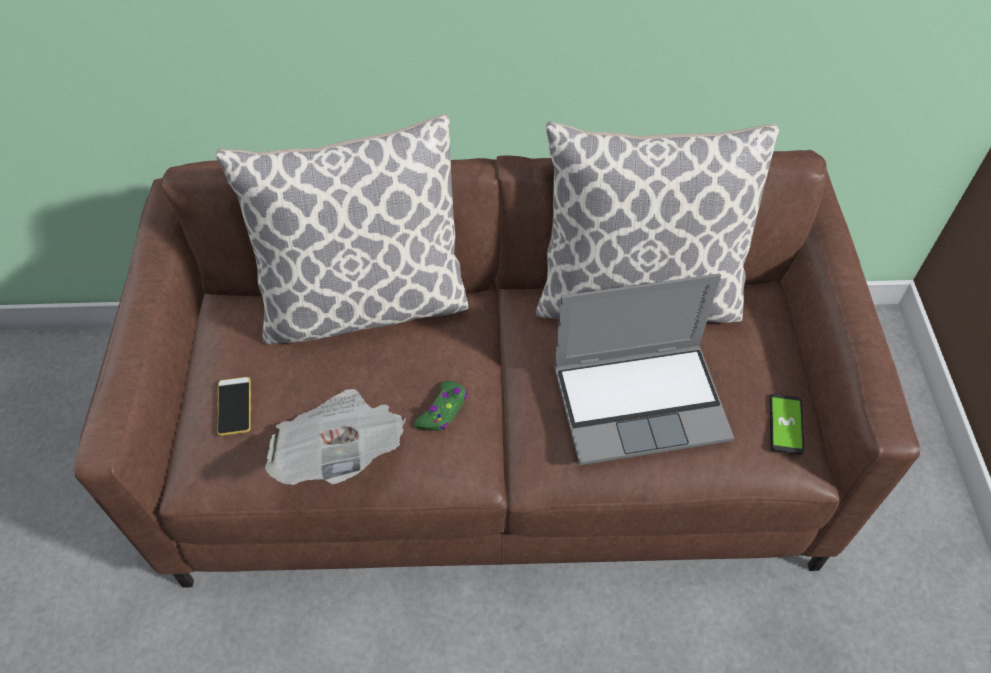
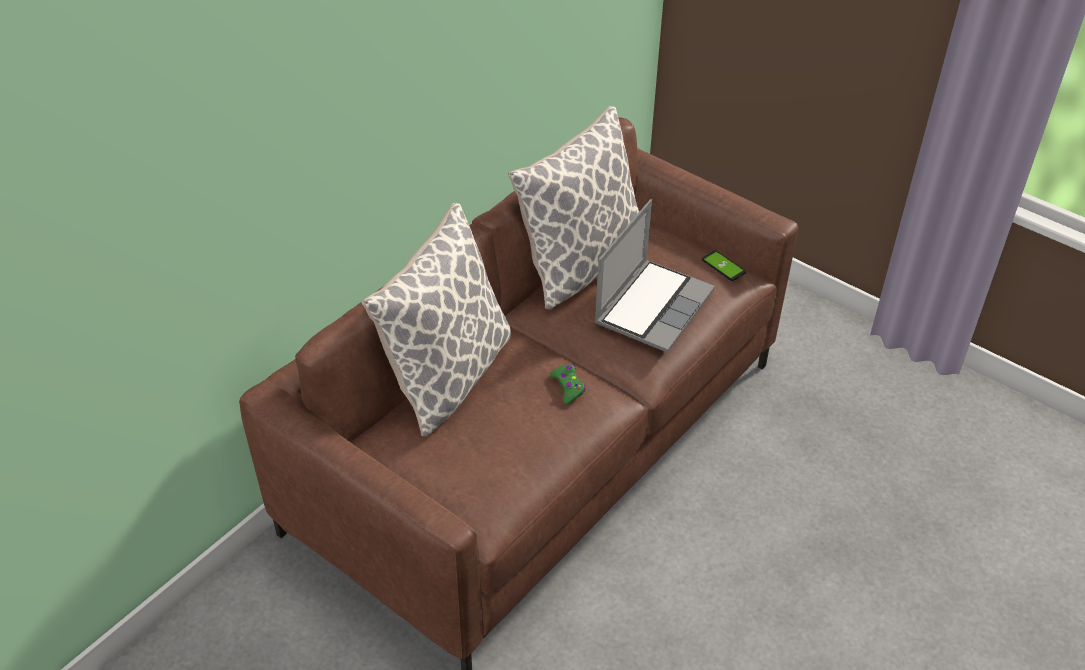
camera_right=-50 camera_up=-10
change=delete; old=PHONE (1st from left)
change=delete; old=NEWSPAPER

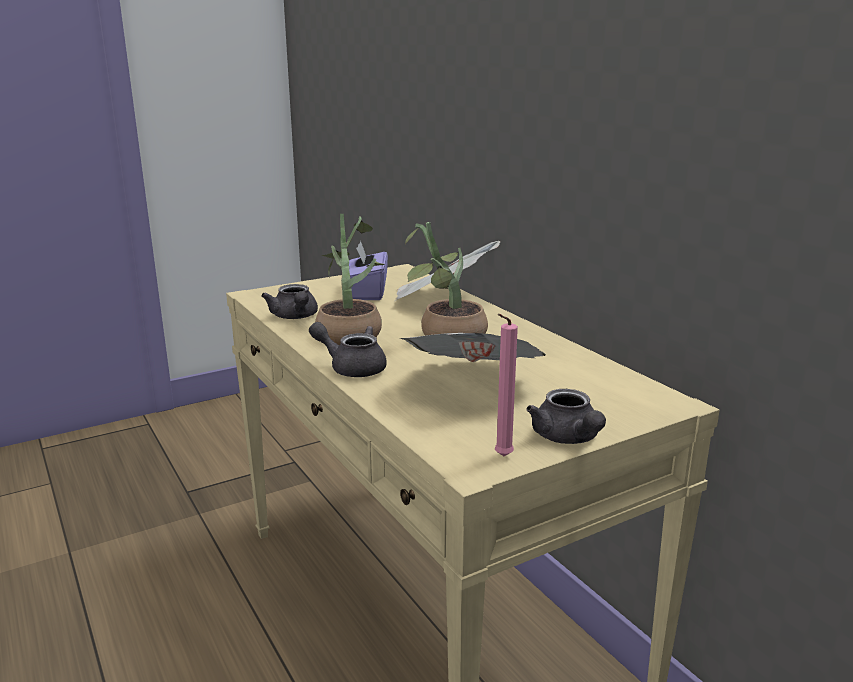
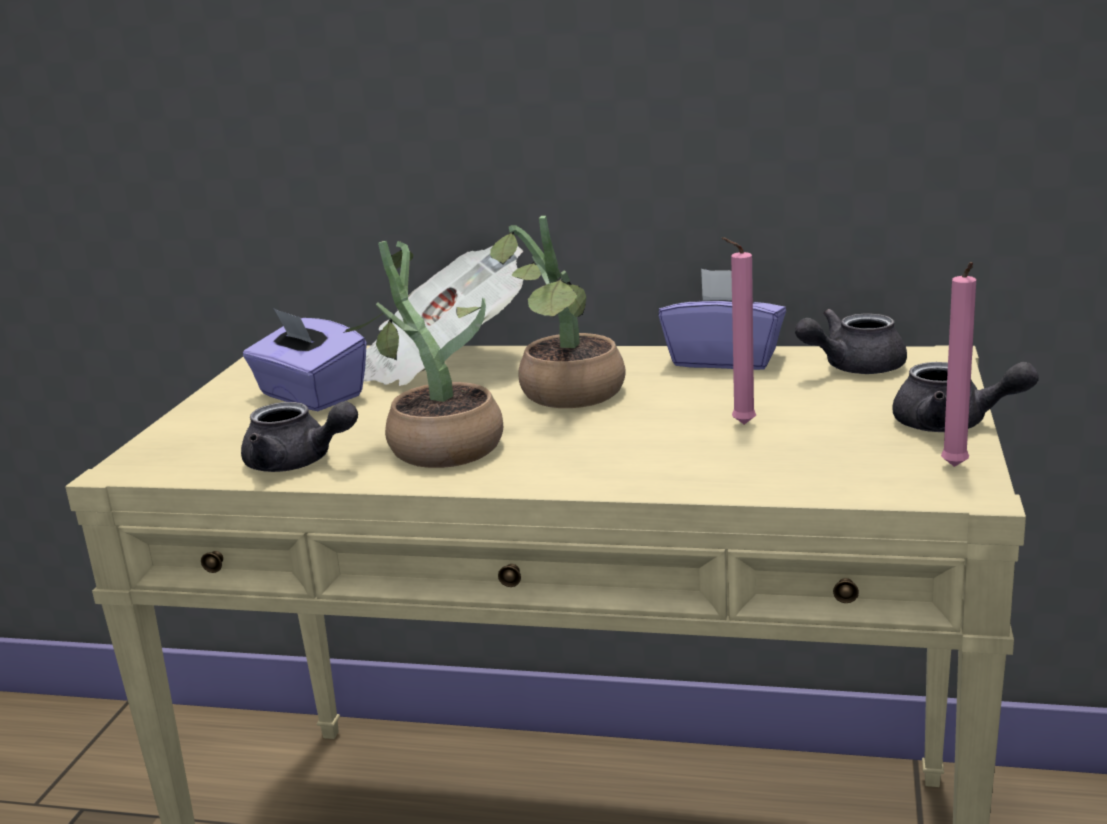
camera_right=-45 camera_up=0
change=move; old=GREY TEAPOT (2nd from left)
change=replace; old=NEWSPAPER (2nd from left); new=PINK CANDLE (1st from left)
change=insert; new=PURPLE TISSUE BOX (2nd from left)

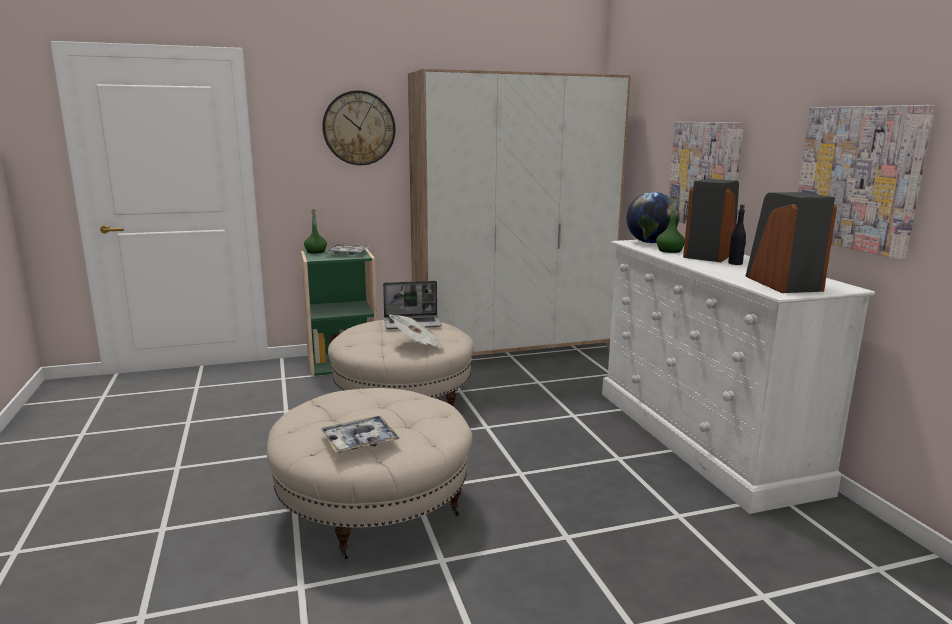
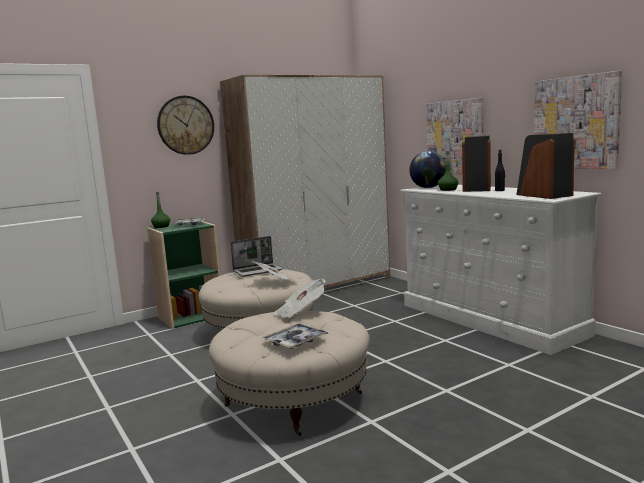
camera_right=-15 camera_up=-5
change=insert; new=NEWSPAPER (2nd from left)

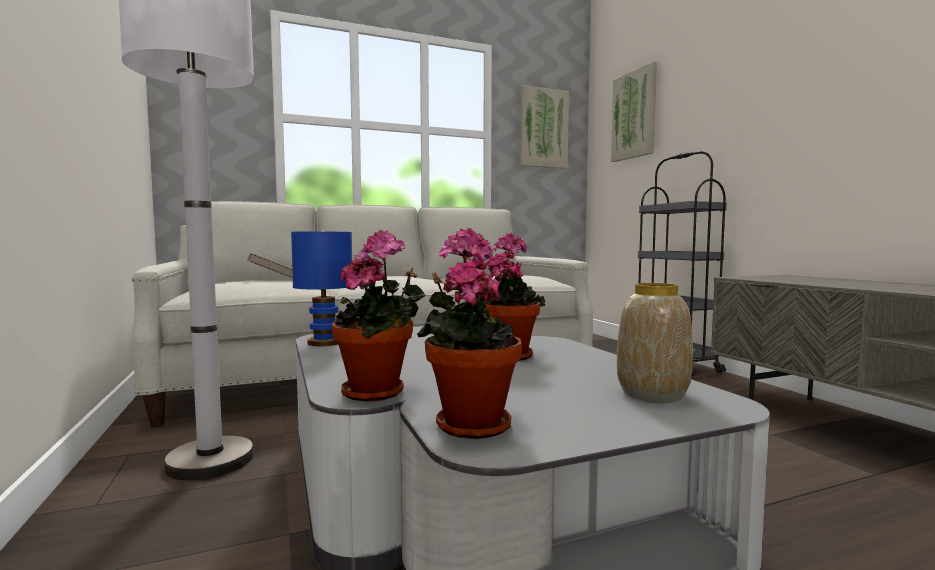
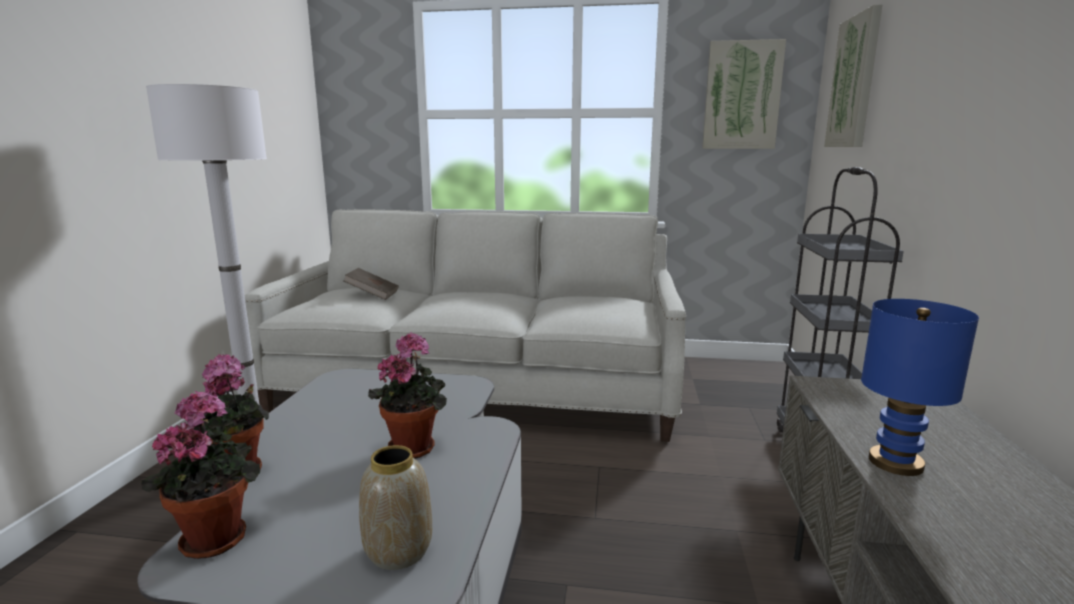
camera_right=30 camera_up=10
change=move; old=BLUE TABLE LAMP

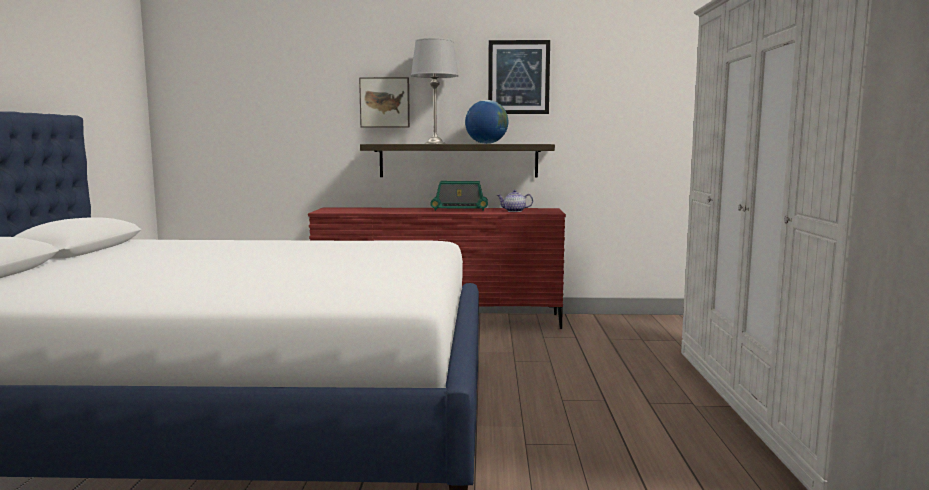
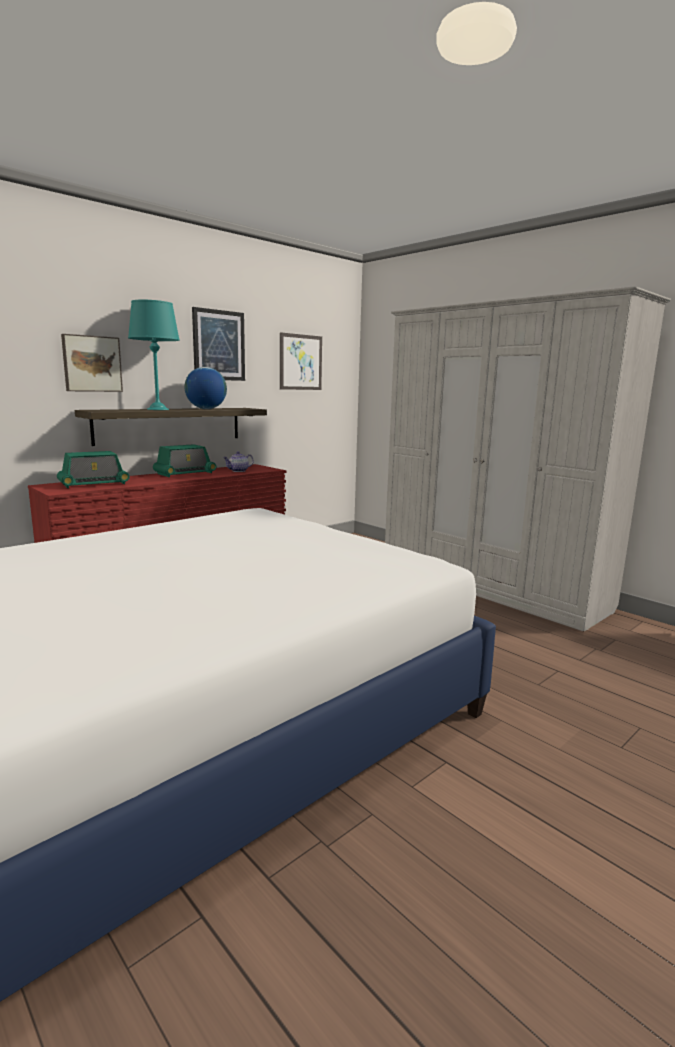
camera_right=-45 camera_up=5
change=recolor; old=GREY TABLE LAMP; new=TURQUOISE TABLE LAMP
change=insert; new=RADIO (1st from left)
change=insert; new=PICTURE (3rd from left)

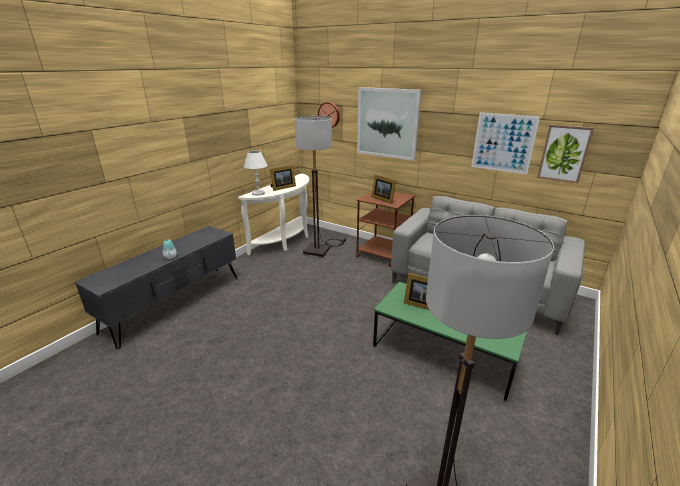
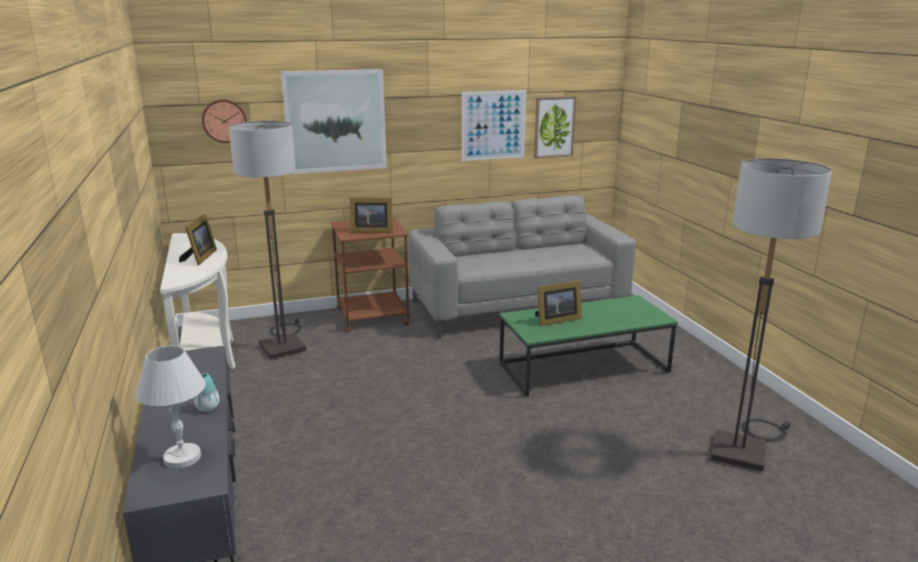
camera_right=-50 camera_up=-5
change=move; old=WHITE TABLE LAMP

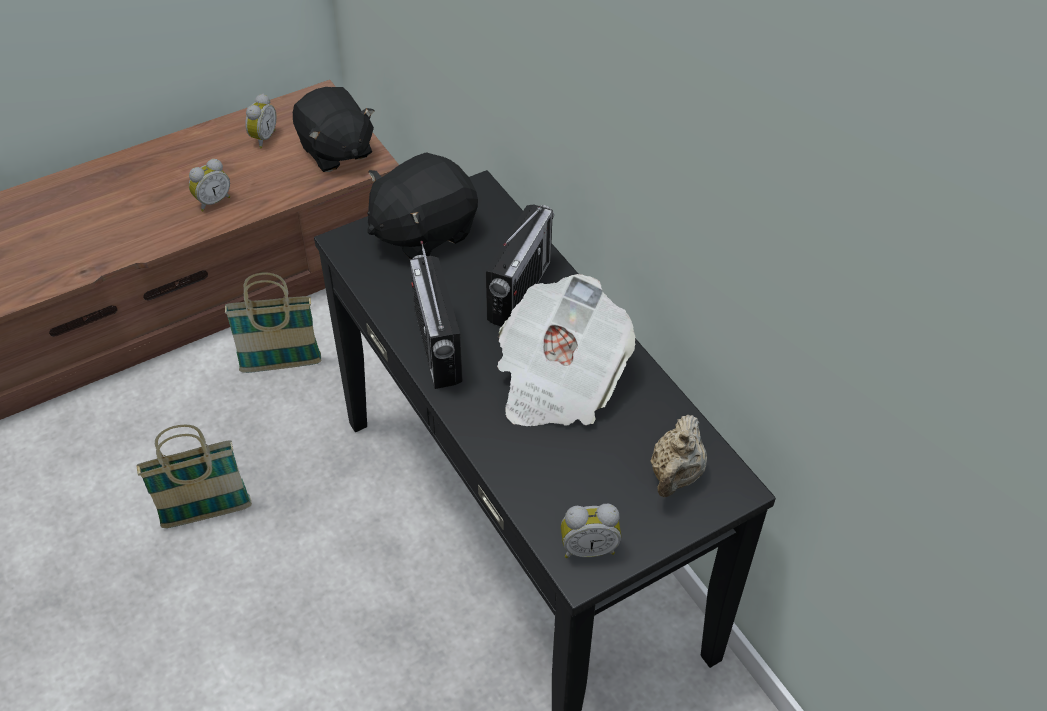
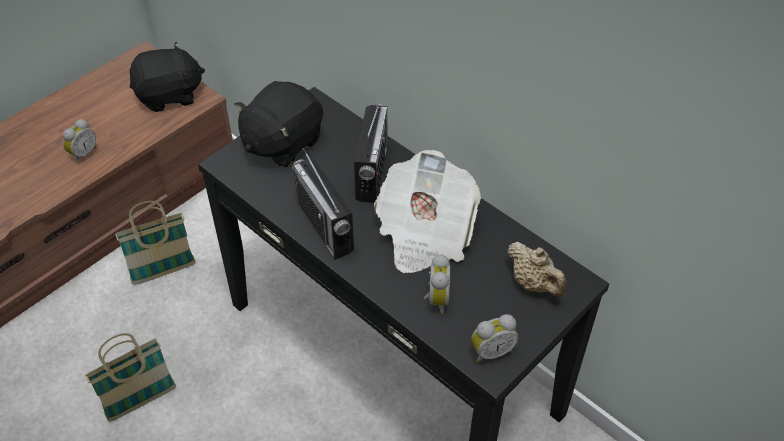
camera_right=-15 camera_up=0
change=move; old=ALARM CLOCK (2nd from left)
change=rotate; old=BLACK PLUSH TOY (1st from left); degrees=-60
change=rotate; old=BEIGE TEAPOT; degrees=-45

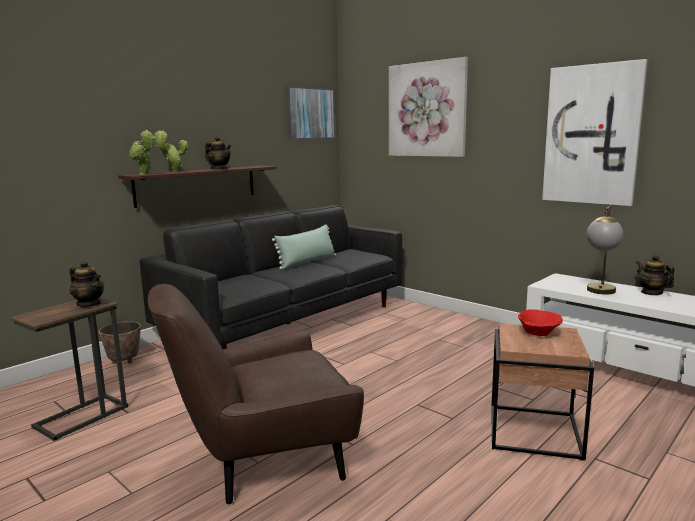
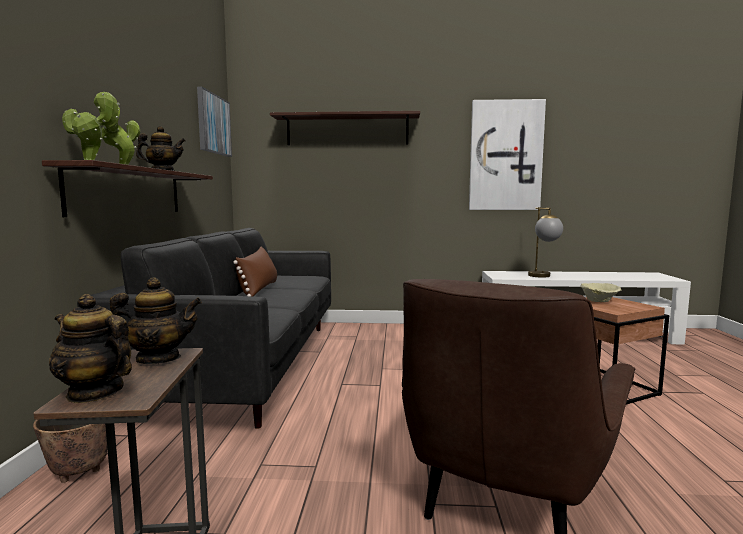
camera_right=-40 camera_up=-5
change=recolor; old=GREEN PILLOW; new=BROWN PILLOW
change=replace; old=PICTURE (2nd from left); new=SHELF (2nd from left)
change=recolor; old=RED BOWL; new=BEIGE BOWL
change=move; old=TEAPOT (3rd from left in the first image); new=TEAPOT (1st from left)

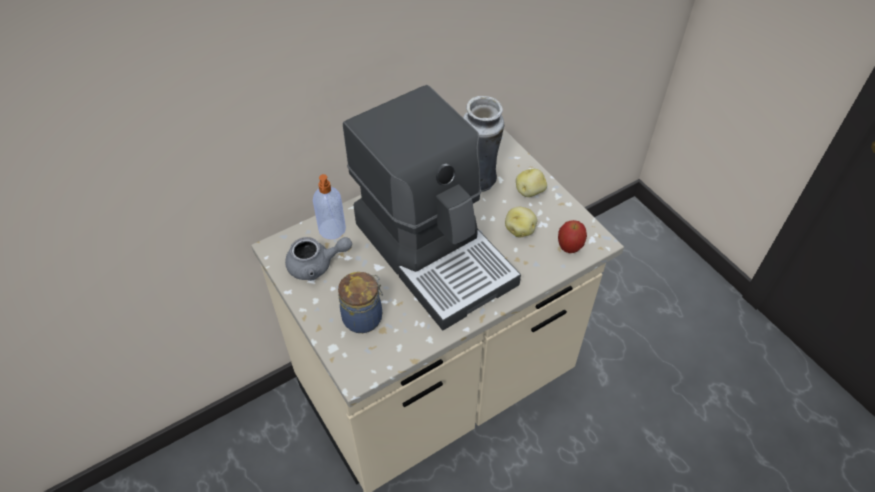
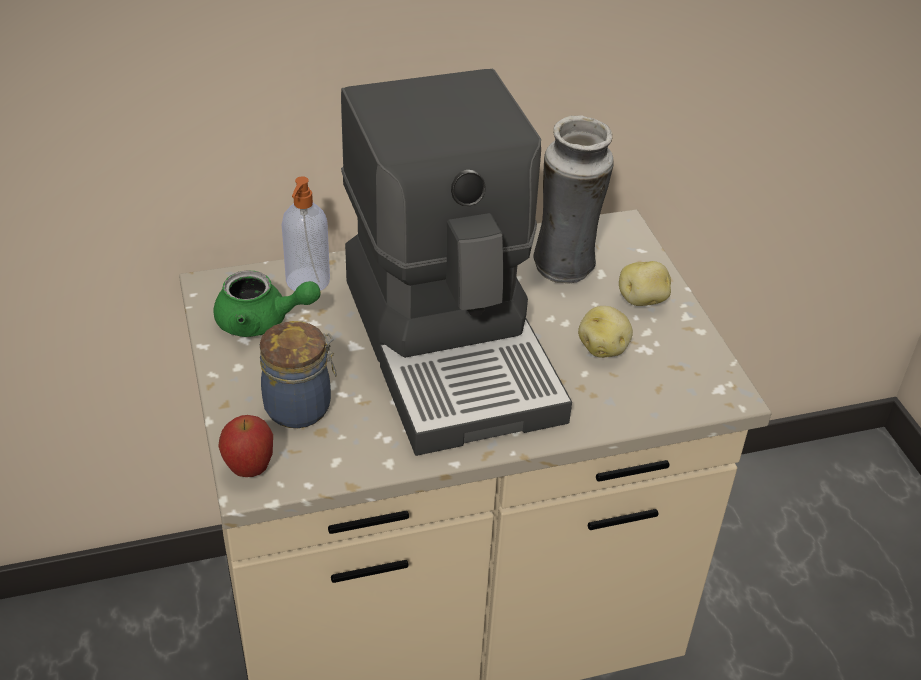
camera_right=15 camera_up=-10
change=recolor; old=GREY TEAPOT; new=GREEN TEAPOT
change=move; old=APPLE

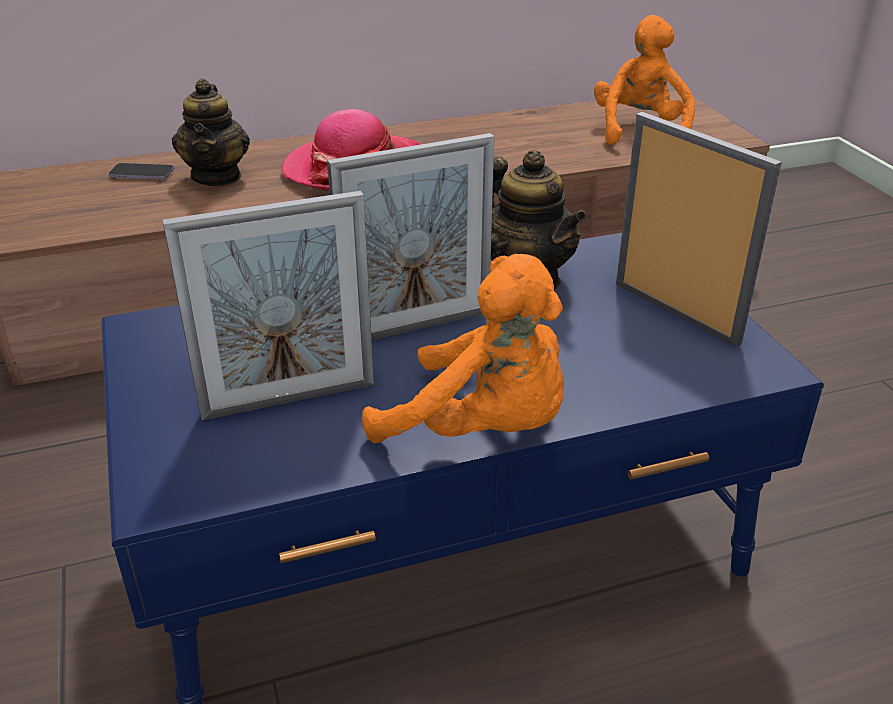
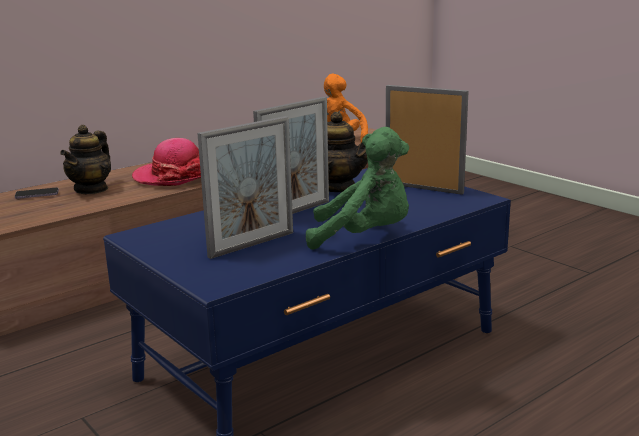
camera_right=-20 camera_up=-15
change=rotate; old=TEAPOT (1st from left); degrees=45
change=recolor; old=ORANGE PLUSH TOY (1st from left); new=GREEN PLUSH TOY

